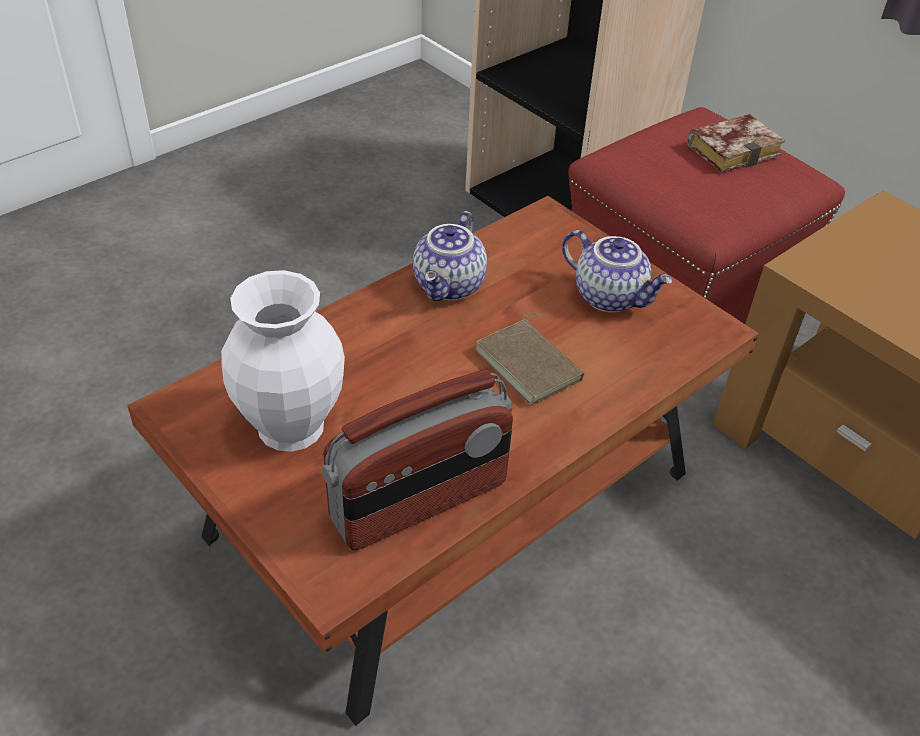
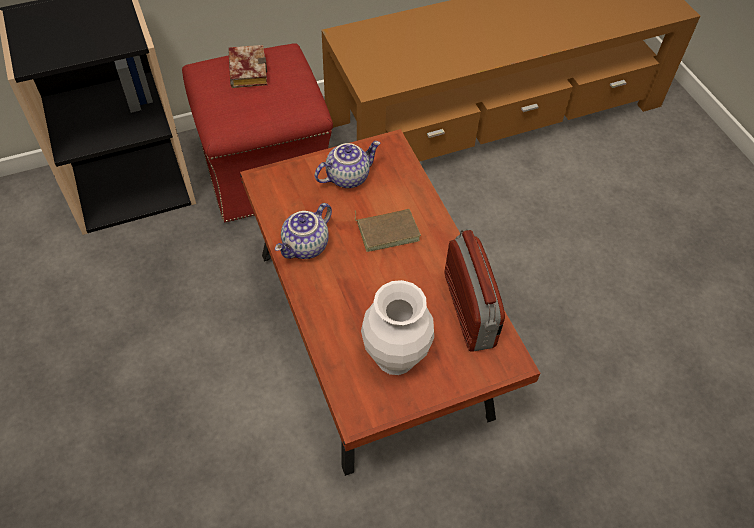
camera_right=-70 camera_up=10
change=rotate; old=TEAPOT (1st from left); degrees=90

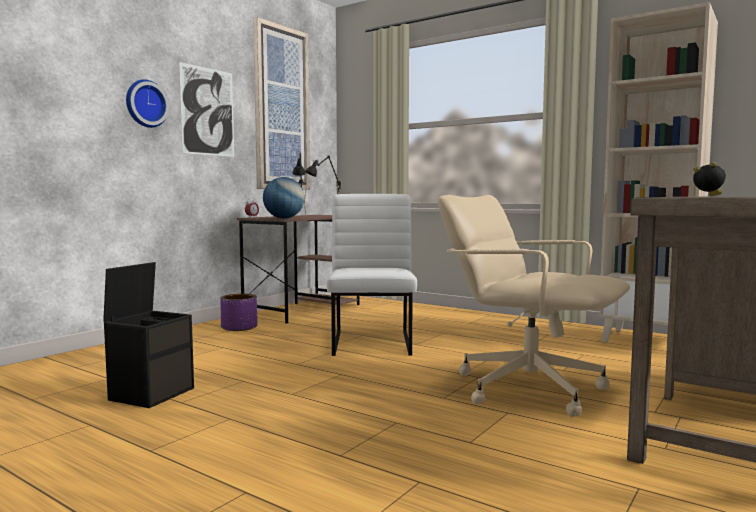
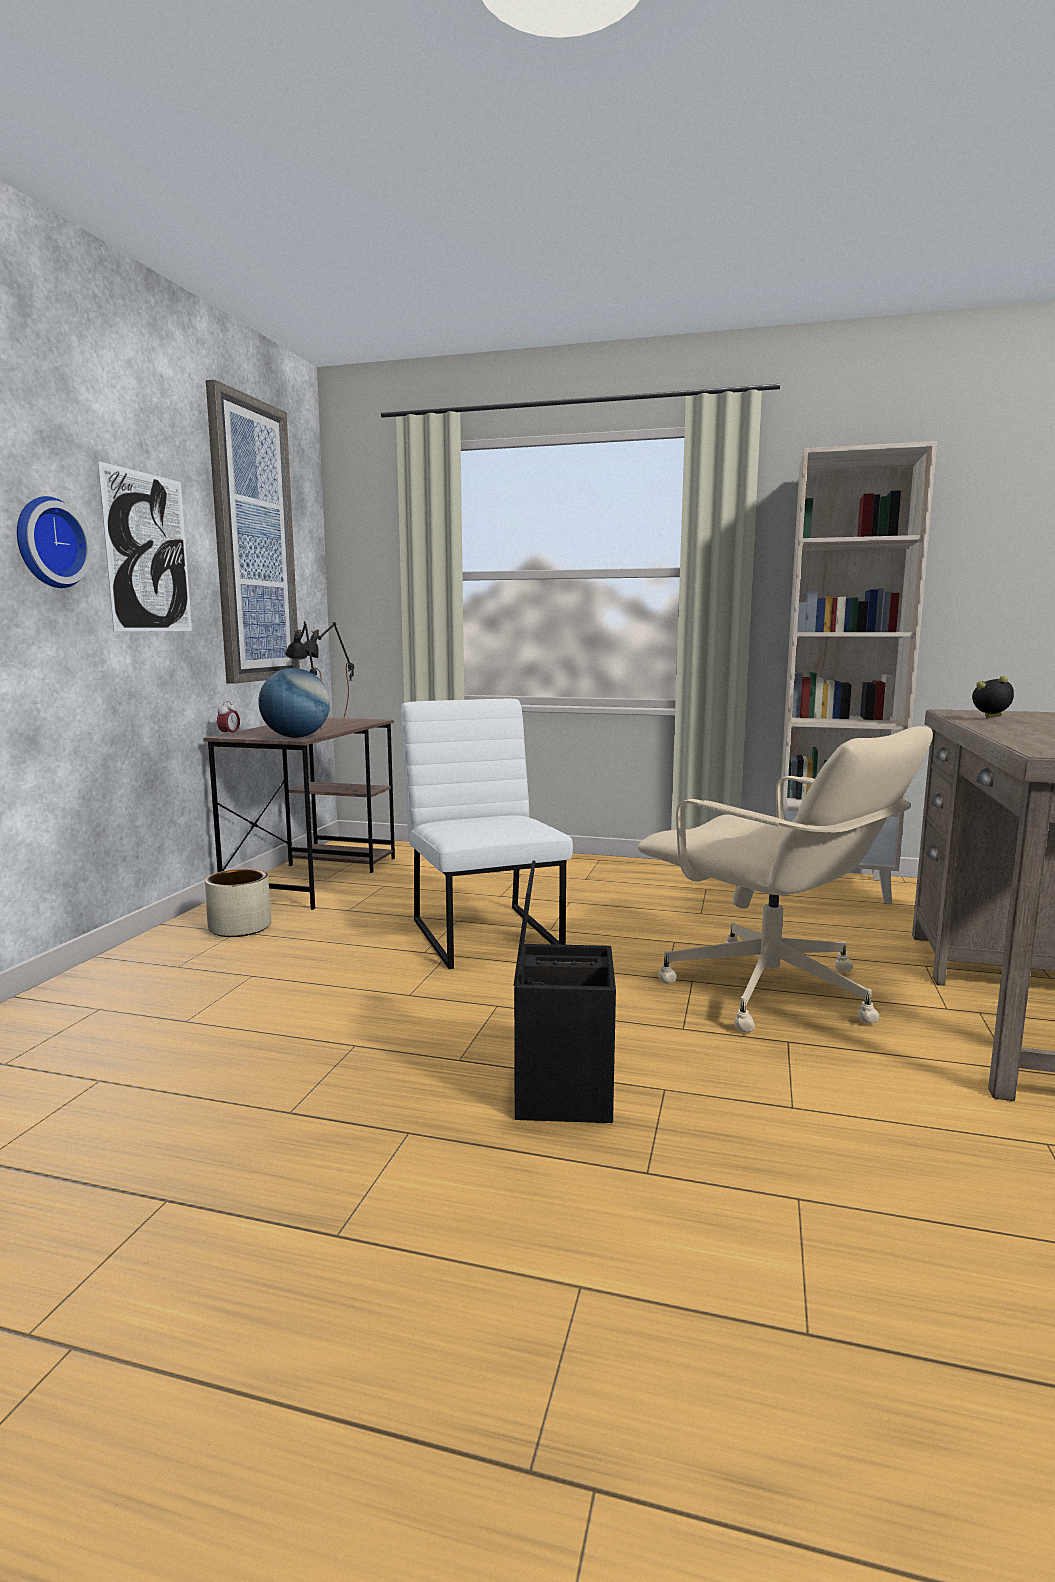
camera_right=-20 camera_up=5
change=move; old=BLACK STORAGE BOX
change=recolor; old=PURPLE PLANTER; new=BEIGE PLANTER
change=rotate; old=BEIGE OFFICE CHAIR; degrees=-150

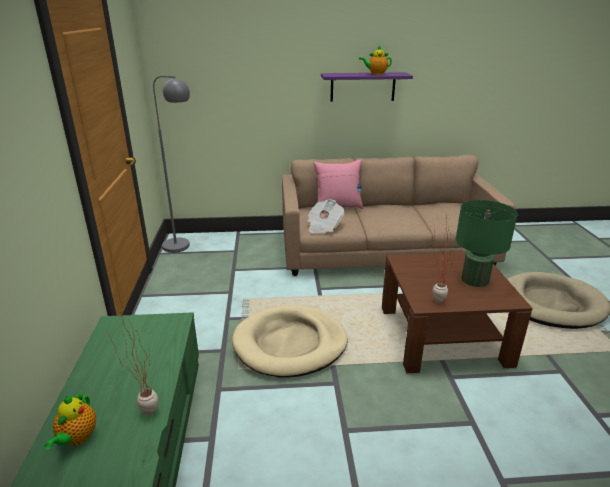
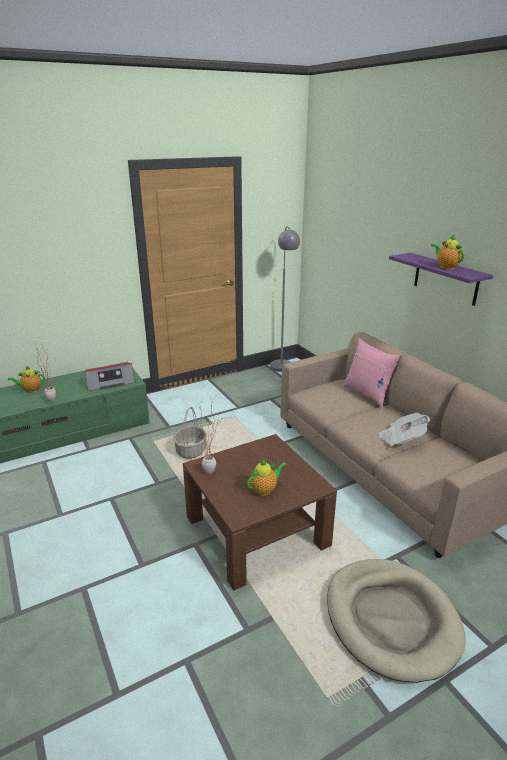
camera_right=65 camera_up=0
change=replace; old=BEIGE DOG BED (1st from left); new=BASKET
change=move; old=NEWSPAPER
change=replace; old=GREEN TABLE LAMP; new=TEAPOT (2nd from left)
change=insert; new=RADIO

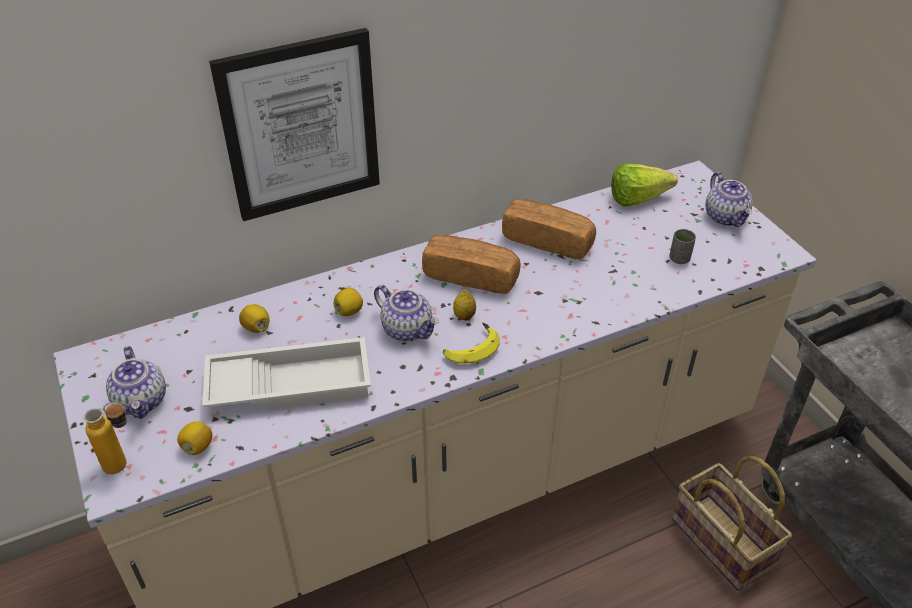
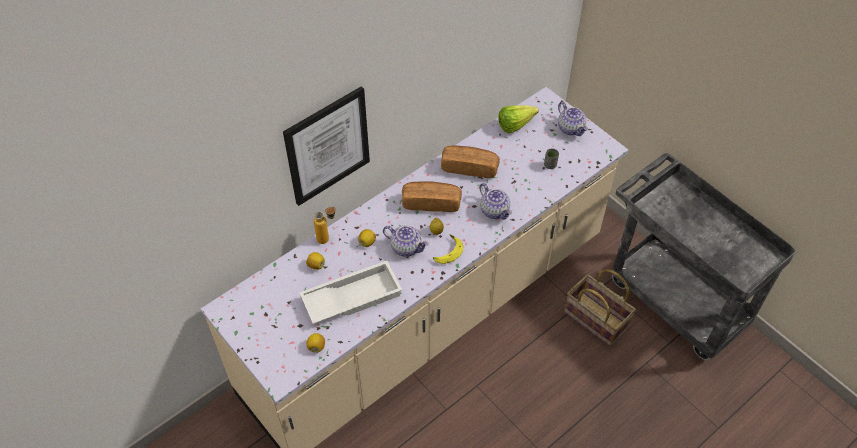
camera_right=-15 camera_up=10
change=move; old=BOTTLE
change=move; old=TEAPOT (1st from left in the first image); new=TEAPOT (2nd from left)

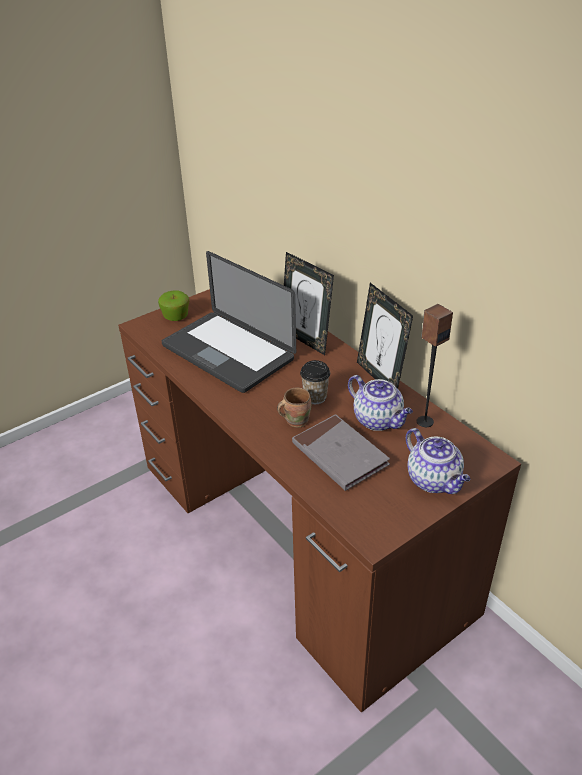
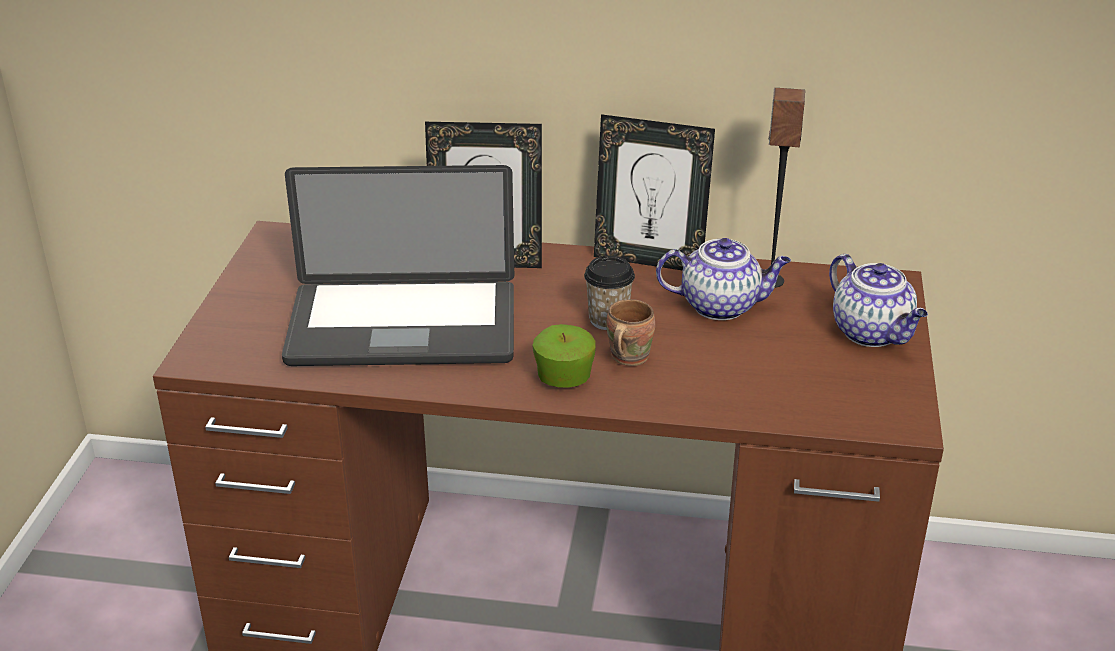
camera_right=-45 camera_up=-5
change=move; old=APPLE
change=delete; old=GREY BOOK
change=rotate; old=TEAPOT (2nd from left); degrees=45

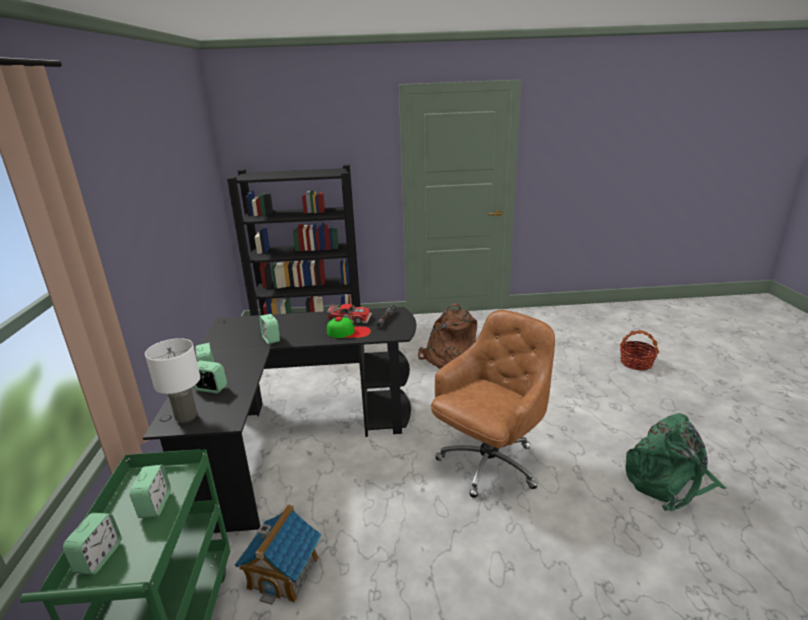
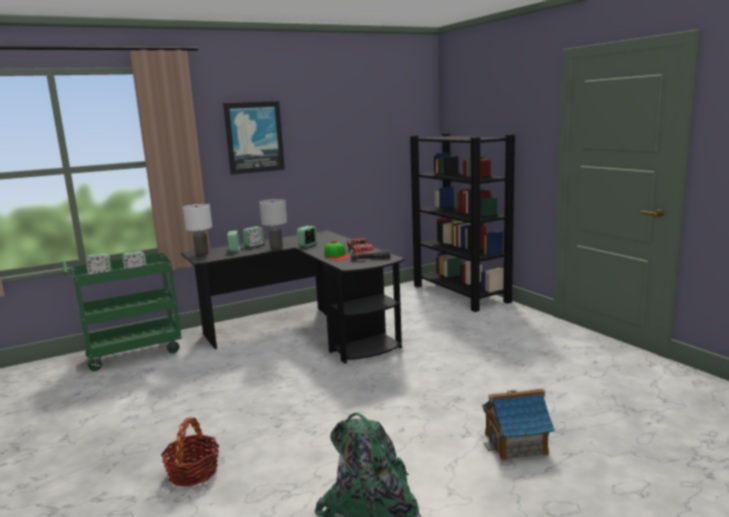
camera_right=65 camera_up=-10
change=move; old=TOY HOUSE
change=delete; old=BROWN BACKPACK
change=delete; old=BROWN OFFICE CHAIR
change=move; old=BASKET
change=insert; new=PICTURE
change=insert; new=WHITE TABLE LAMP (2nd from left)

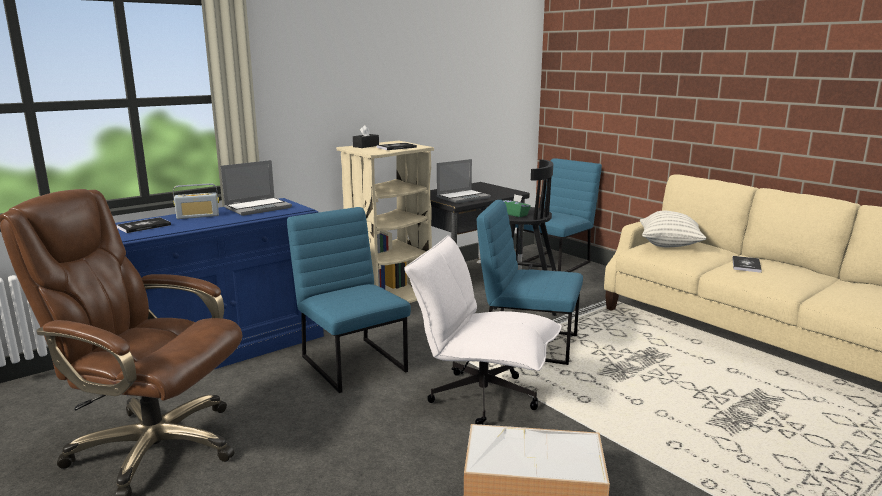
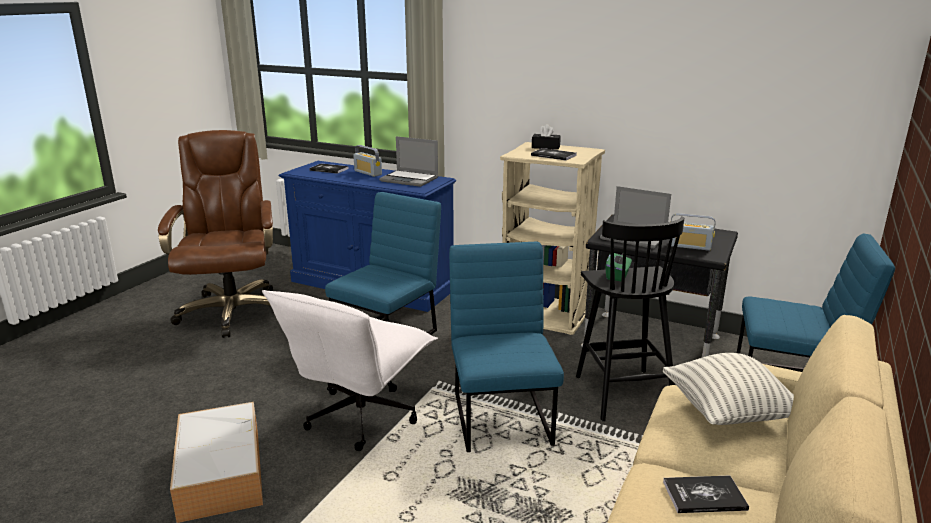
camera_right=65 camera_up=5
change=rotate; old=WHITE OFFICE CHAIR; degrees=-150
change=insert; new=RADIO (2nd from left)

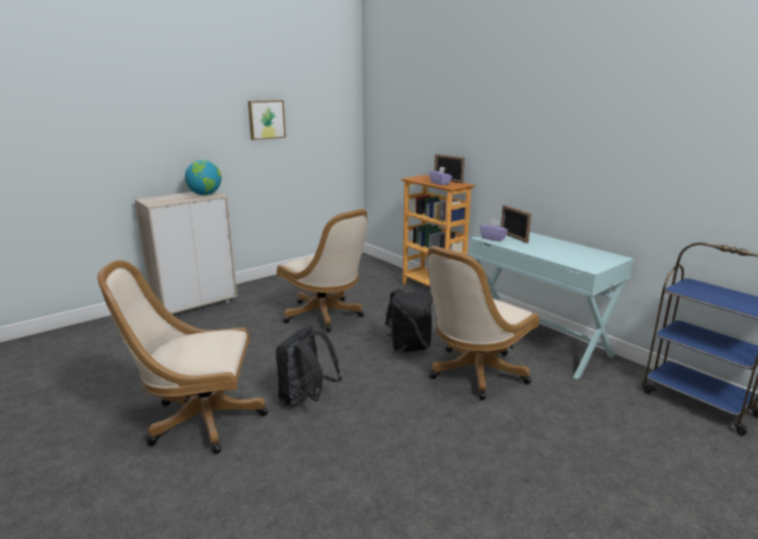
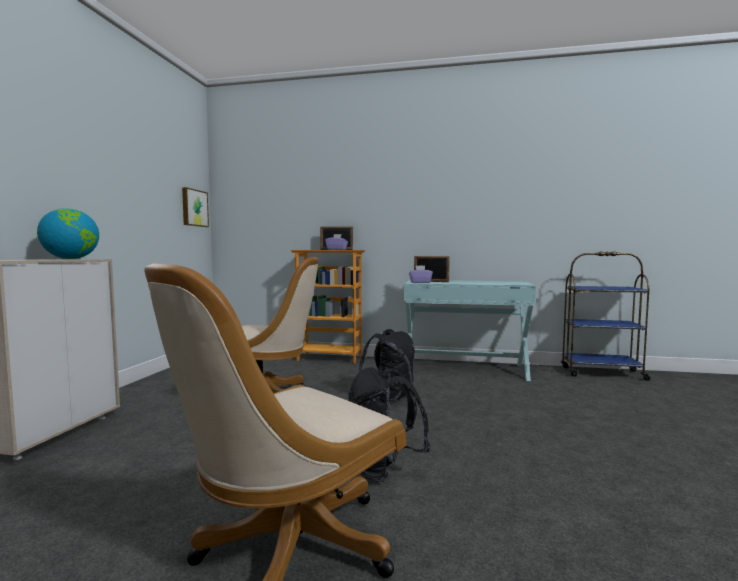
camera_right=-40 camera_up=-15
change=move; old=PICTURE
change=delete; old=OFFICE CHAIR (3rd from left)

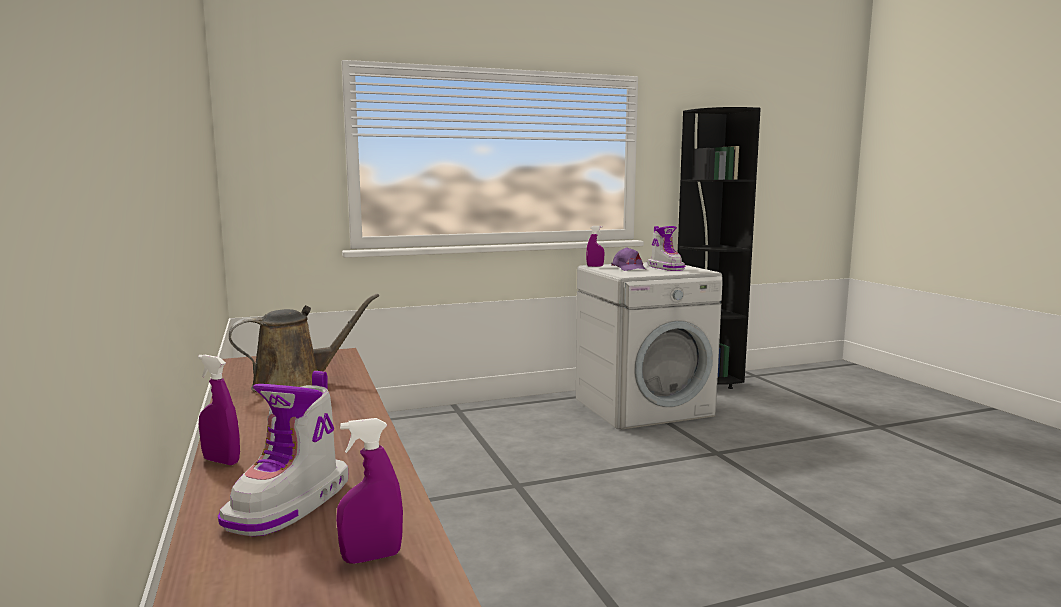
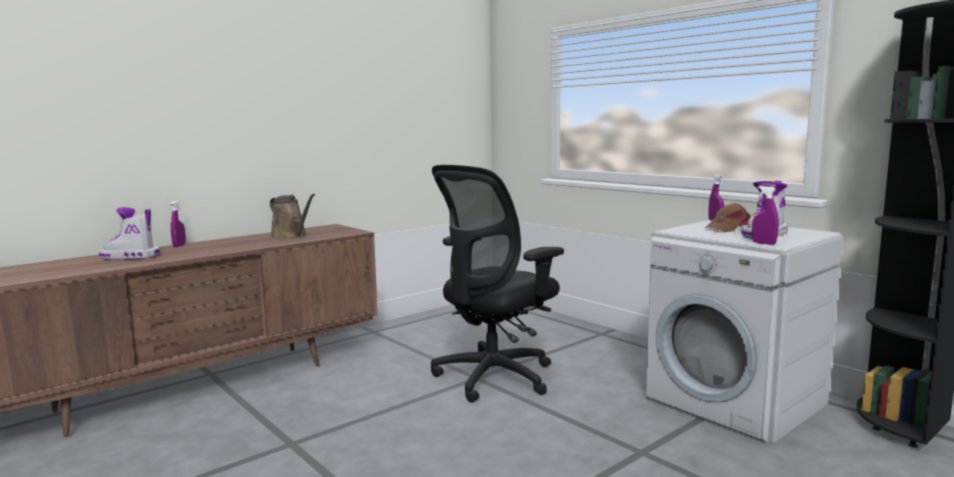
camera_right=70 camera_up=0
change=move; old=PURPLE SPRAY BOTTLE (2nd from left in the first image); new=PURPLE SPRAY BOTTLE (3rd from left)
change=recolor; old=PURPLE CAP; new=BROWN CAP
change=insert; new=BLACK OFFICE CHAIR

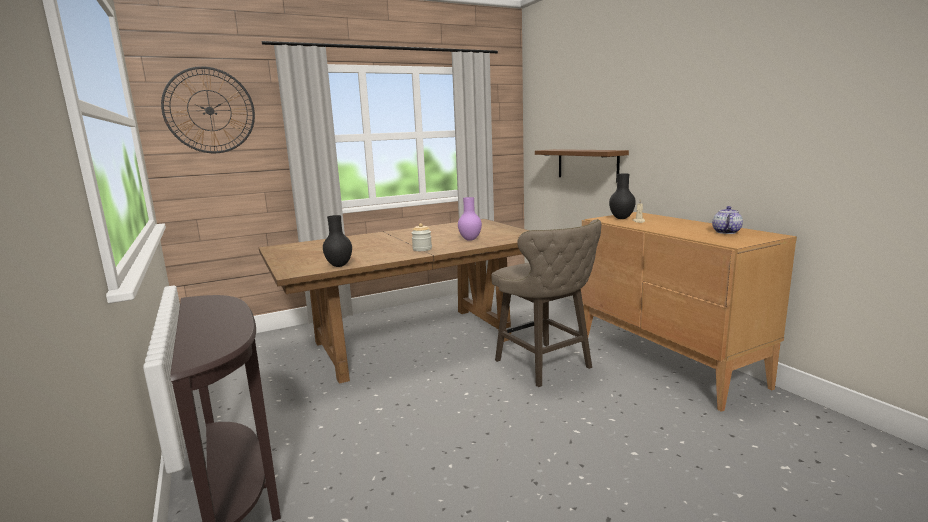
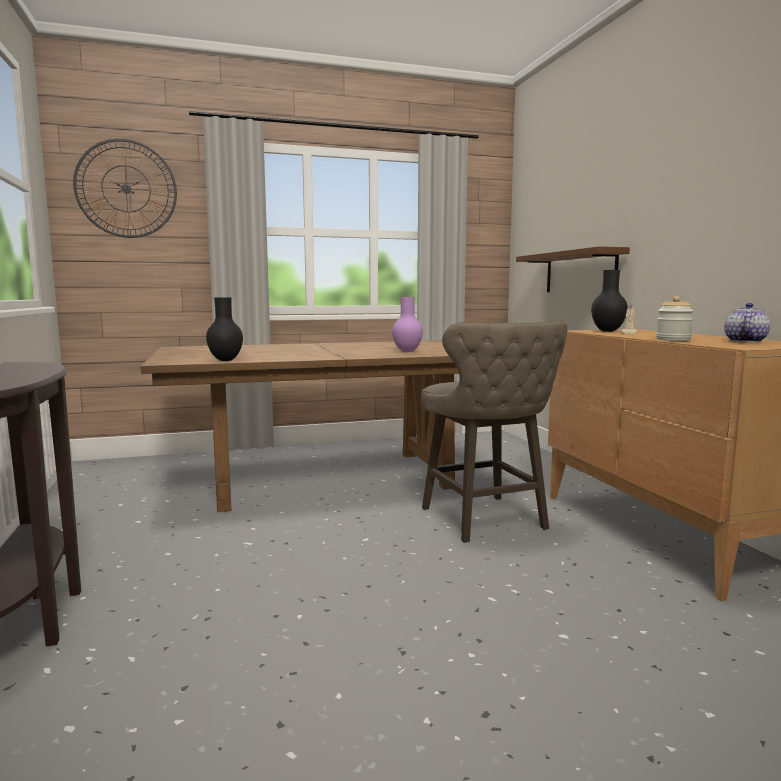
camera_right=10 camera_up=-5
change=move; old=JAR

